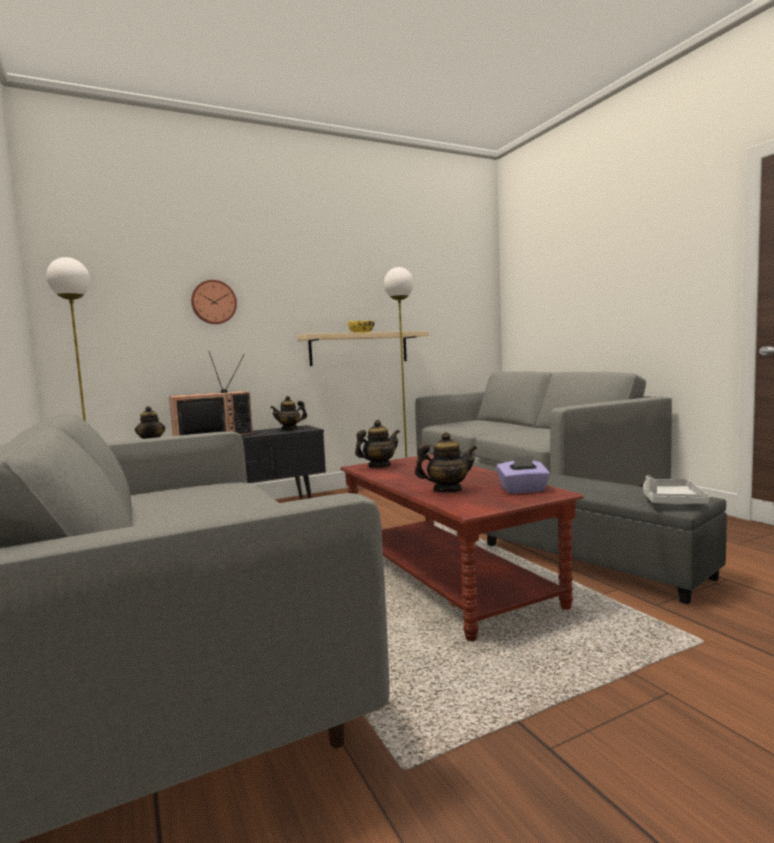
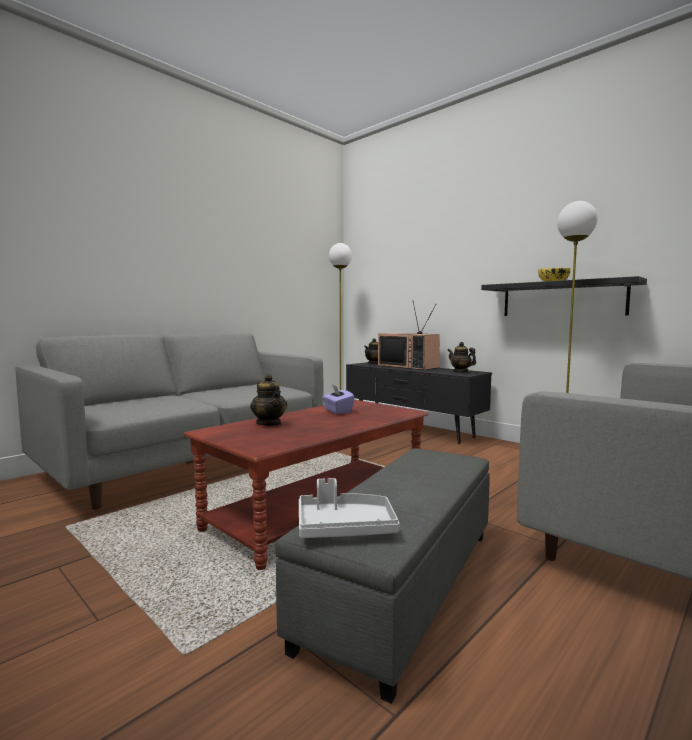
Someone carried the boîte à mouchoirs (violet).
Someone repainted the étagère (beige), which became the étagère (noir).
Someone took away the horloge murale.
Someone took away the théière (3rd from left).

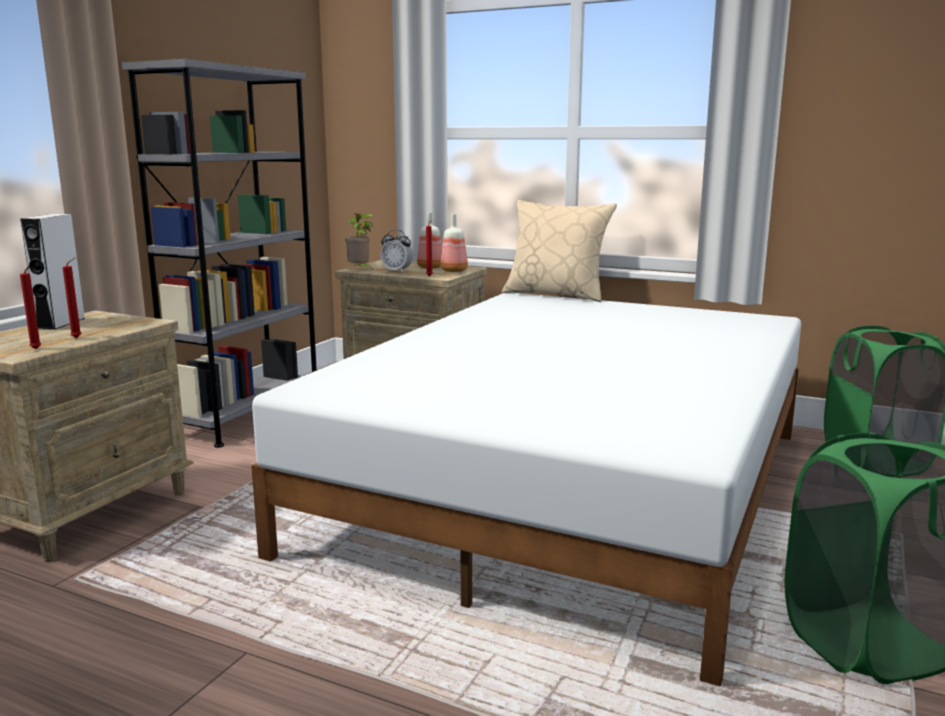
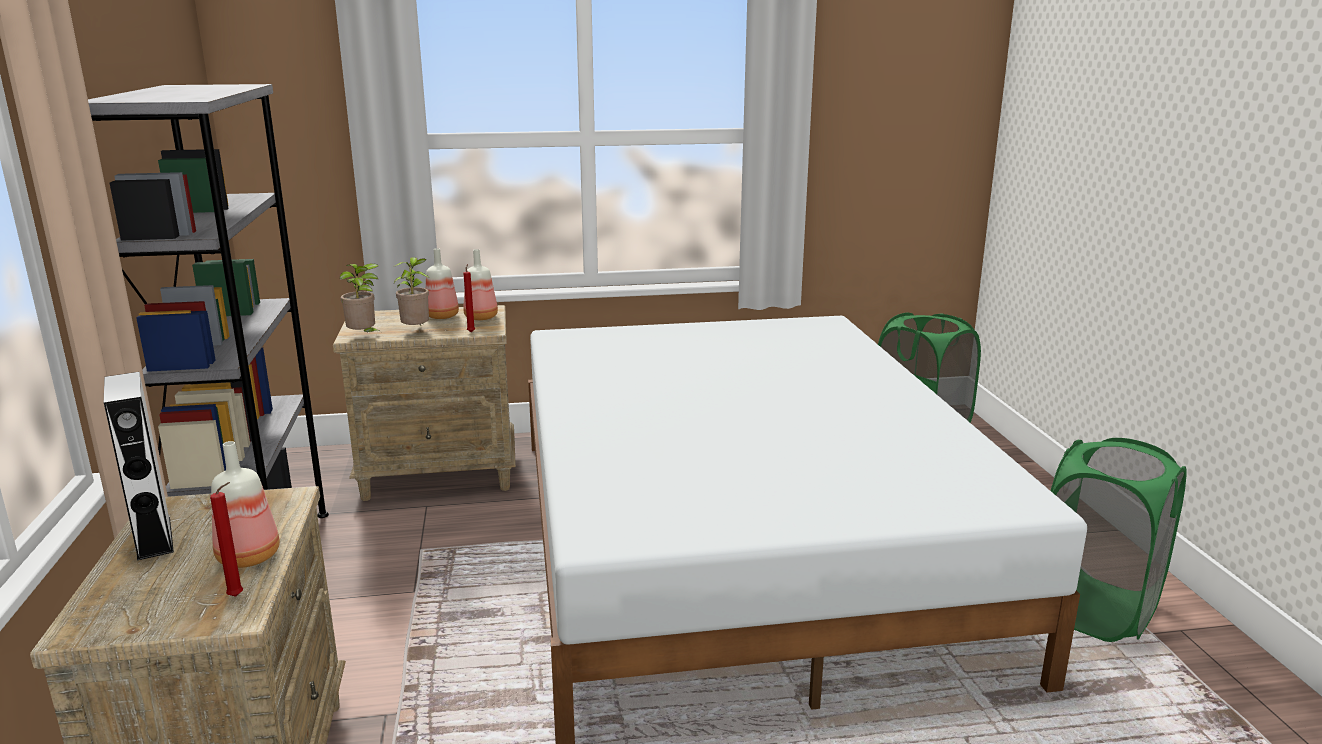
Someone swapped the bougie (rouge) (2nd from left) for the bouteille (1st from left).
Someone swapped the réveil for the plante en pot (2nd from left).
Someone took away the coussin (beige).

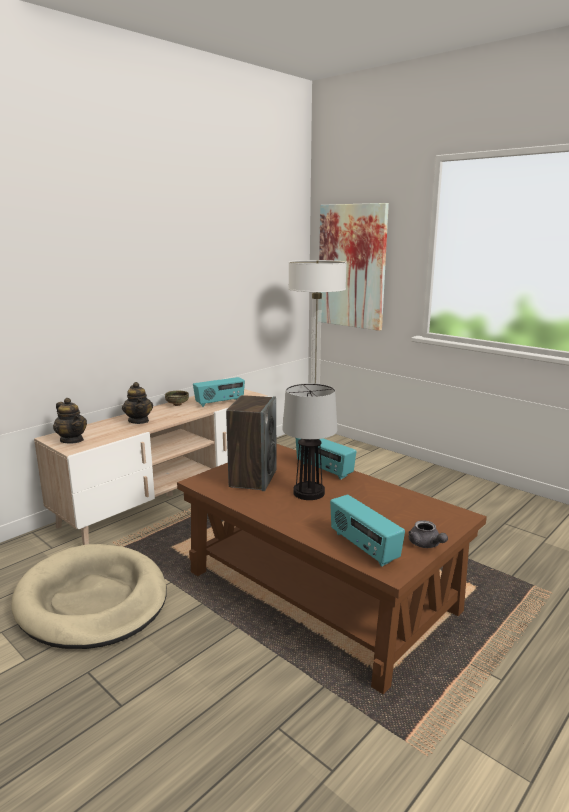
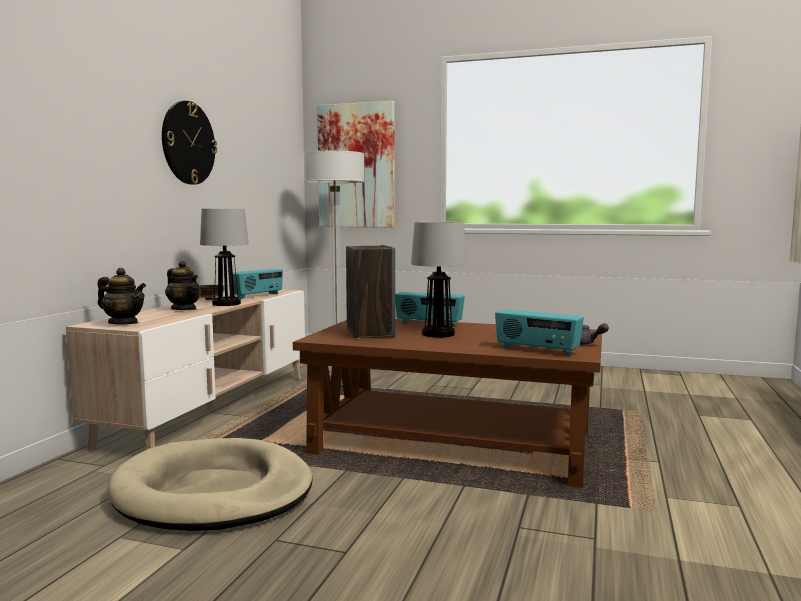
Someone put up the horloge murale.
Someone put down the lampe de table (1st from left).

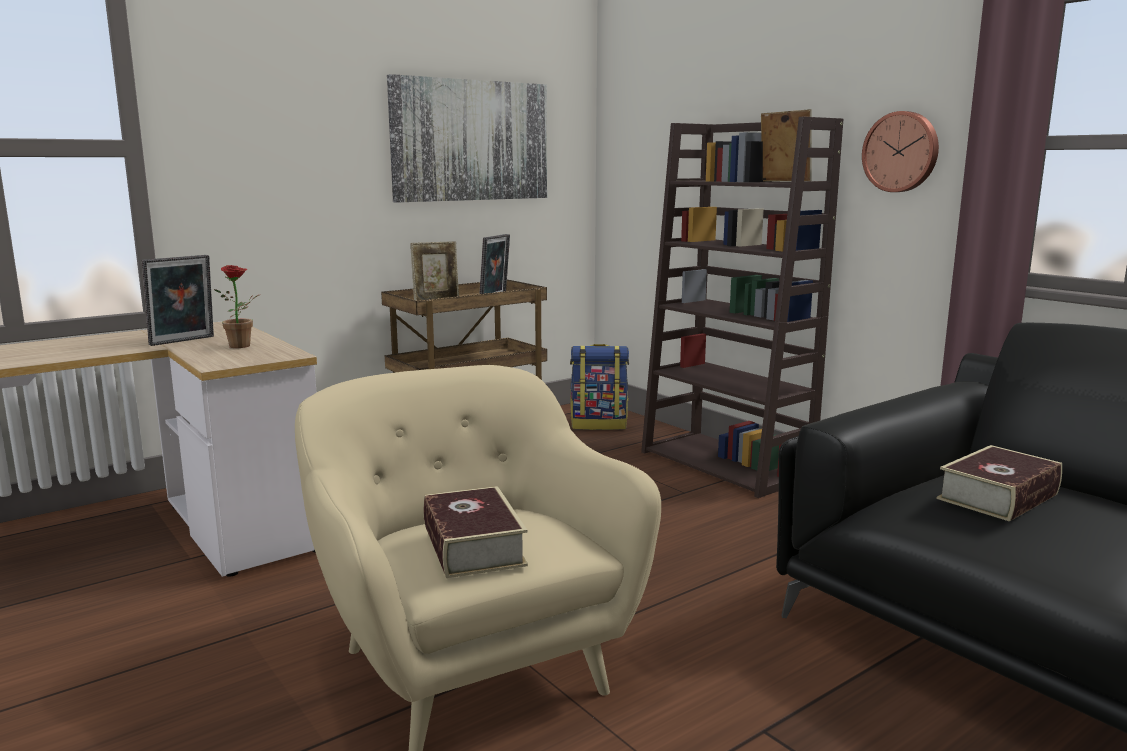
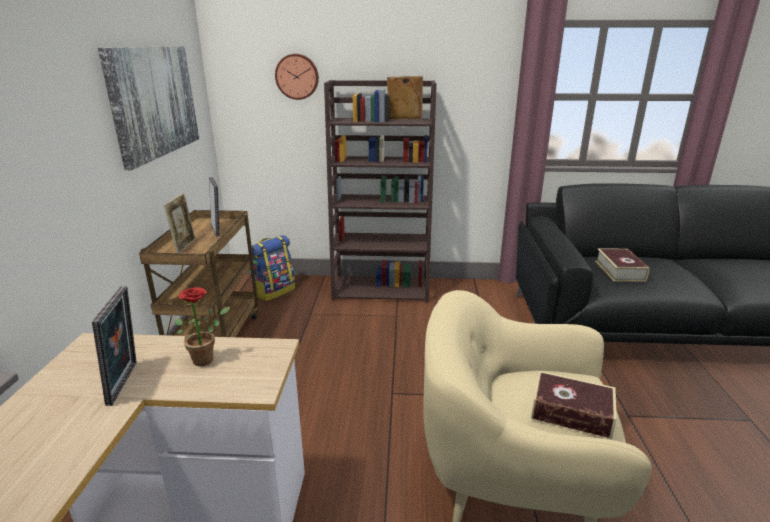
Someone carried the horloge murale.

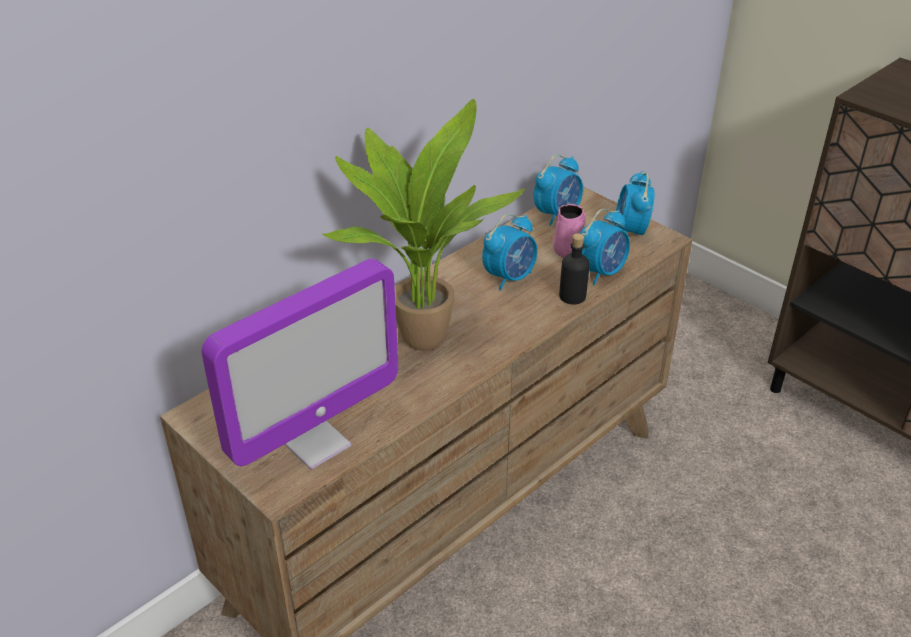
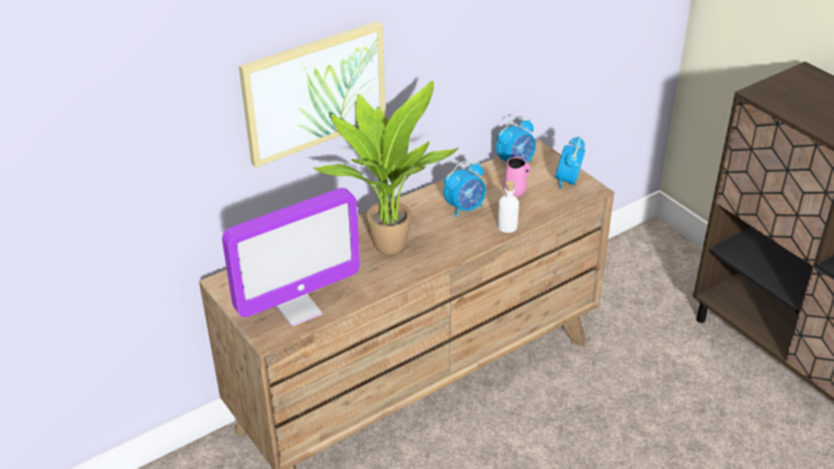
Someone put up the tableau.
Someone repainted the bouteille (noir), which became the bouteille (blanc).
Someone took away the réveil (3rd from left).

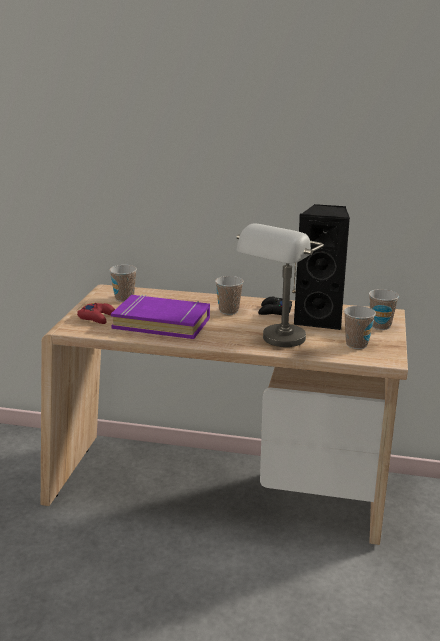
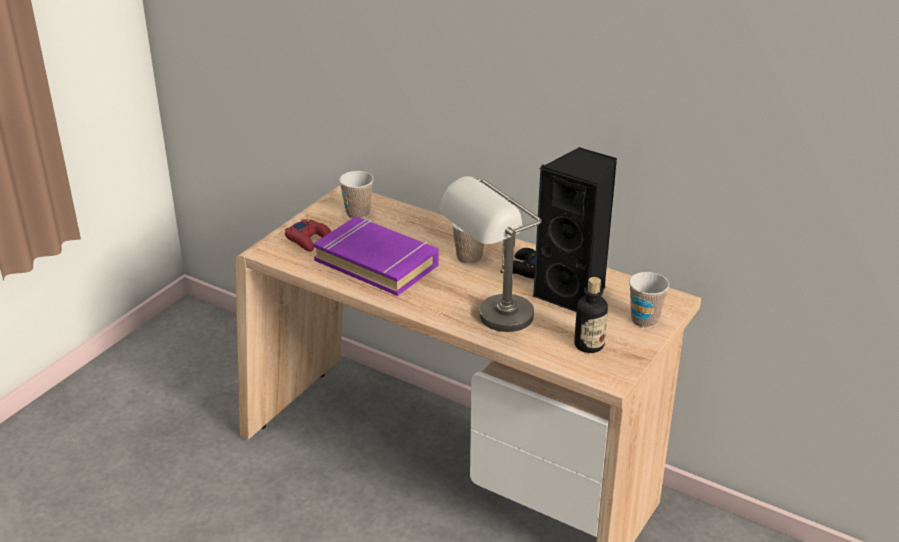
Someone swapped the tasse (3rd from left) for the bouteille.

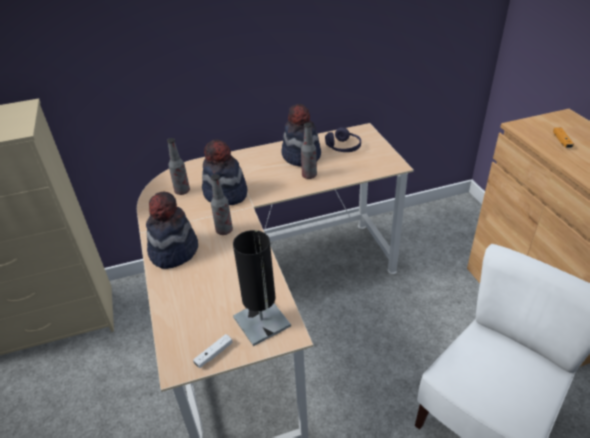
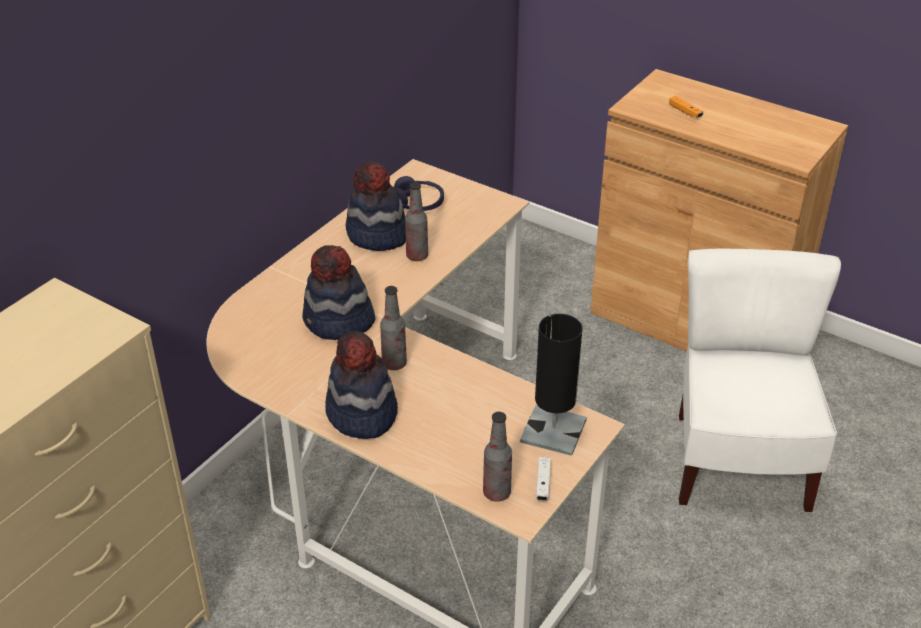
Someone carried the bouteille (1st from left in the first image).

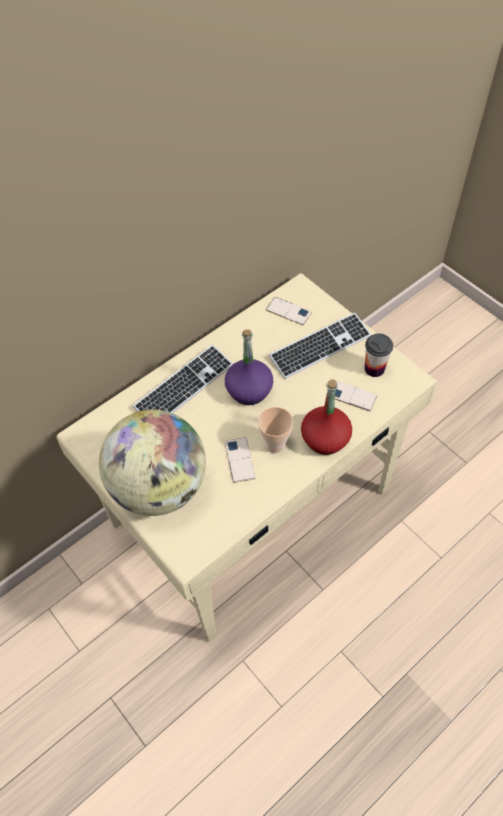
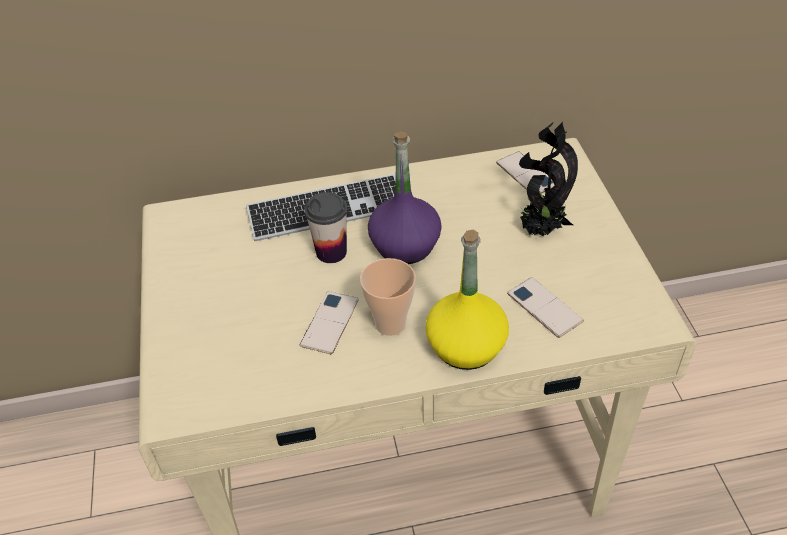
Someone carried the tasse (2nd from left in the first image).
Someone repainted the bouteille (rouge), which became the bouteille (jaune).
Someone swapped the clavier (2nd from left) for the plante en pot.
Someone took away the globe.

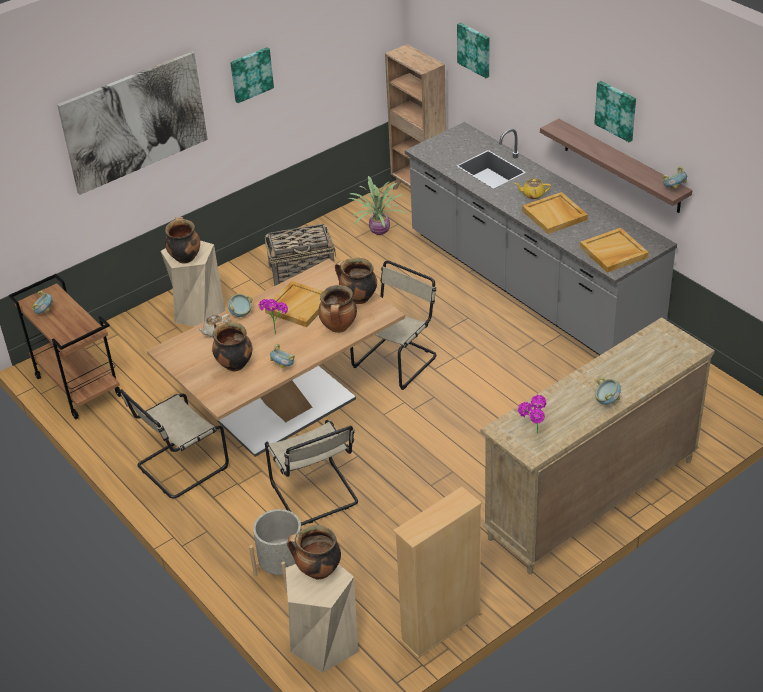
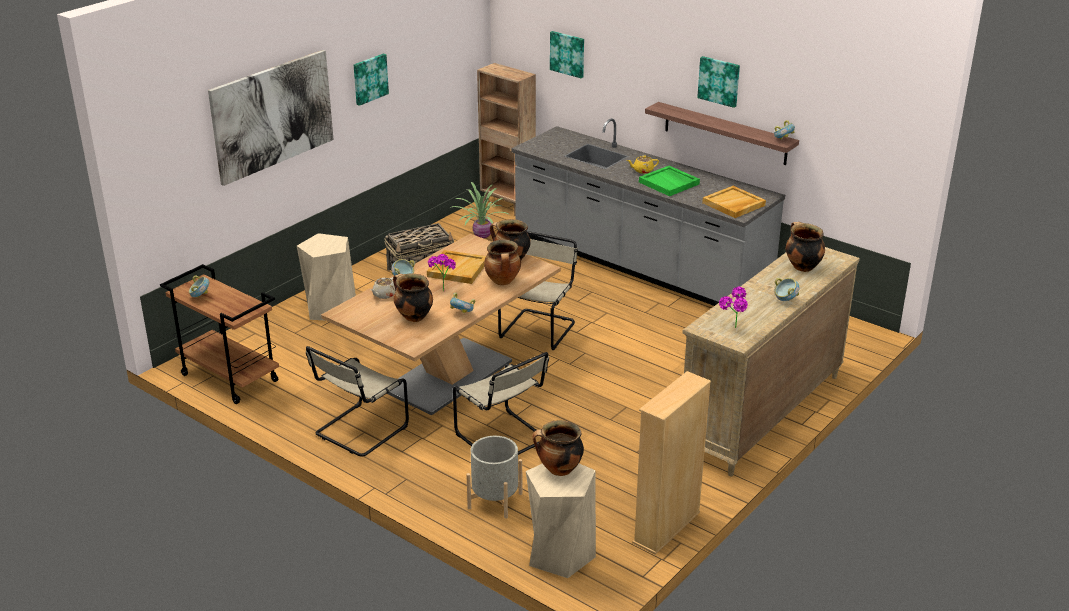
Someone repainted the plateau (beige) (2nd from left), which became the plateau (vert).
Someone carried the marmite (1st from left in the first image).

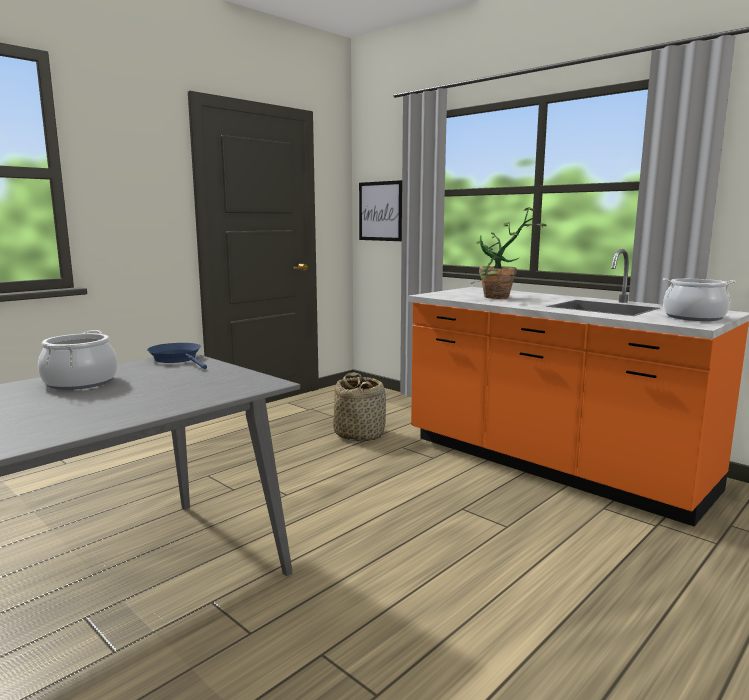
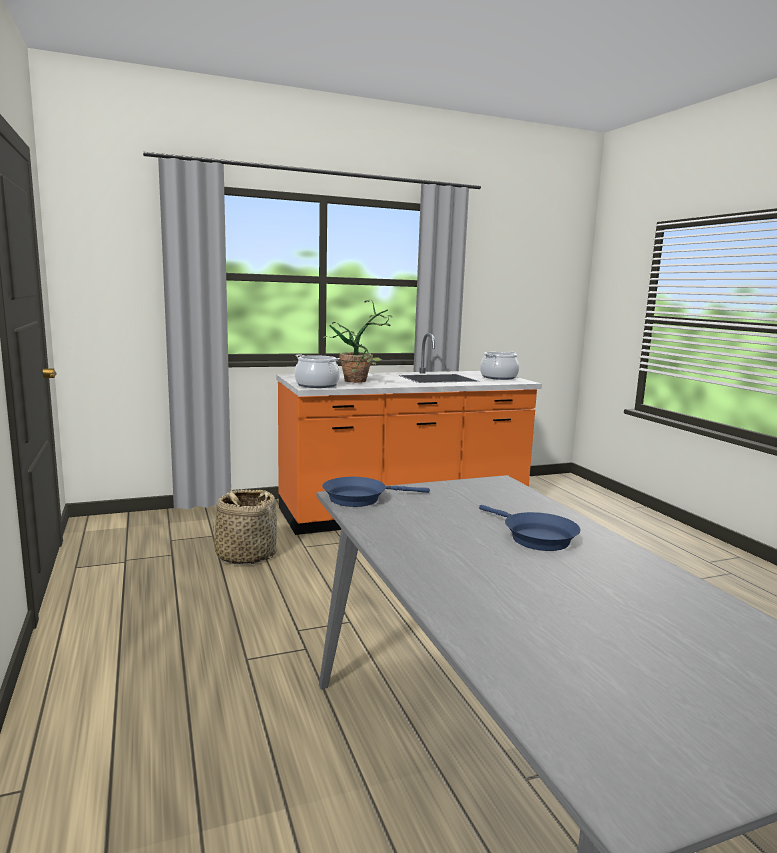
Someone carried the marmite (1st from left).
Someone put down the poêle (bleu) (2nd from left).
Someone took away the tableau.

